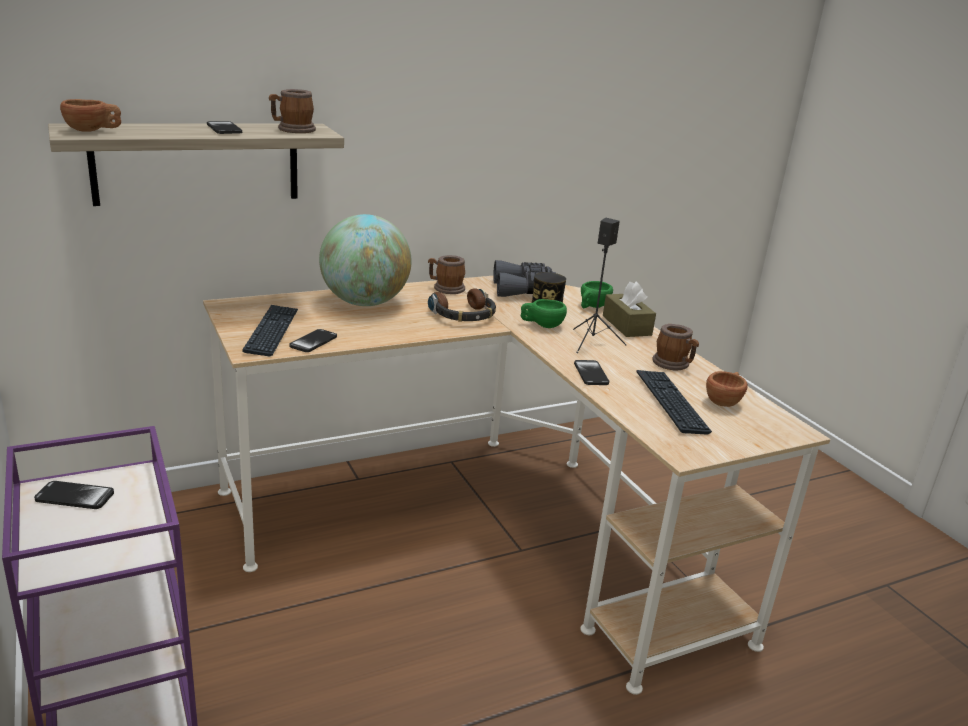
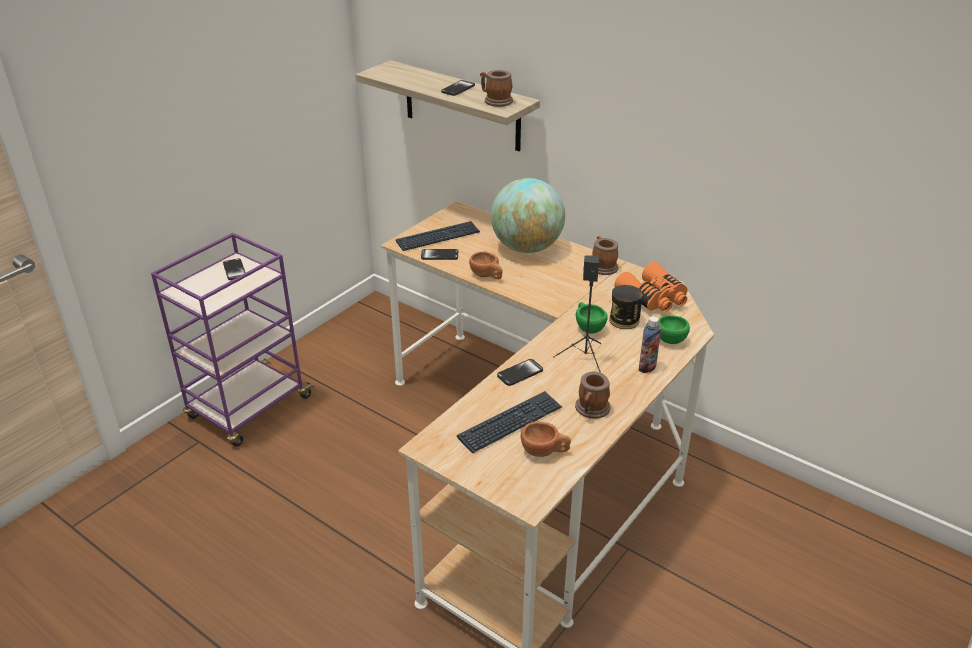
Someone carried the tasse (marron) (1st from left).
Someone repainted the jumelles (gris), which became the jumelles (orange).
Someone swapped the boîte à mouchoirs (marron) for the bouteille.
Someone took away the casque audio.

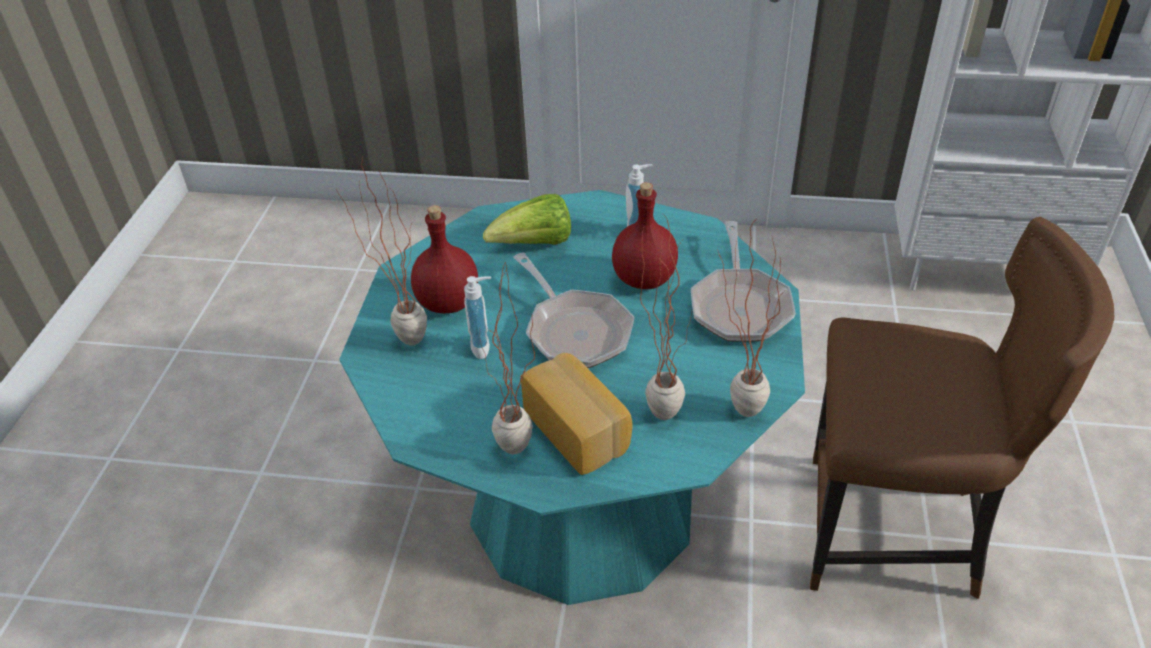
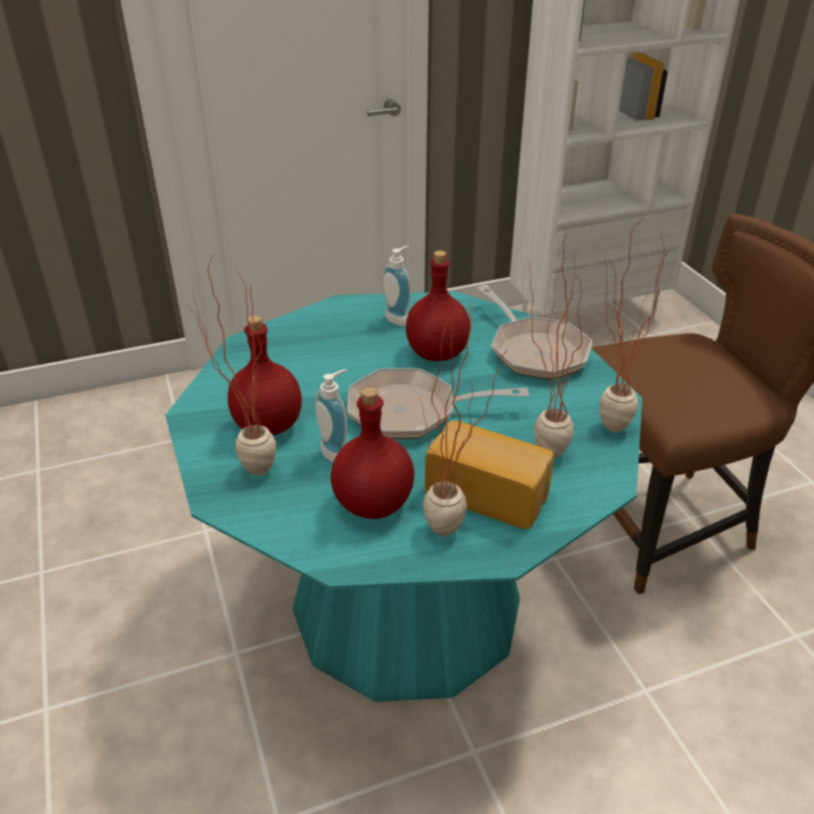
Someone put down the bouteille (rouge) (2nd from left).
Someone rotated the poêle (1st from left) by 150 degrees clockwise.
Someone took away the laitue.

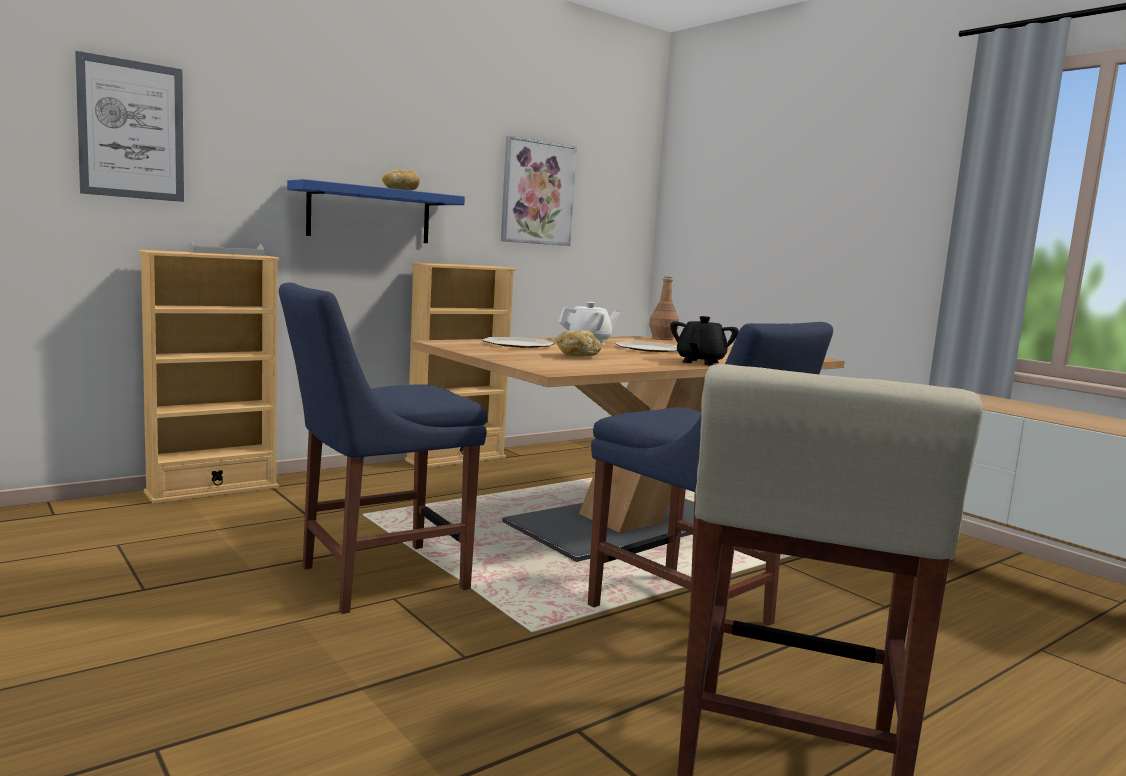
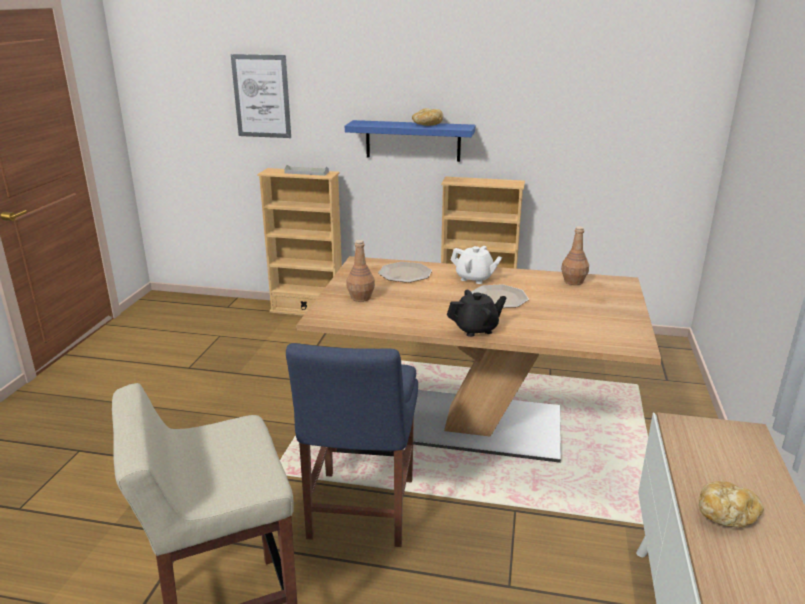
Someone put down the bouteille (marron) (1st from left).
Someone carried the pain (2nd from left).
Someone took away the chaise (bleu) (1st from left).
Someone took away the tableau (2nd from left).

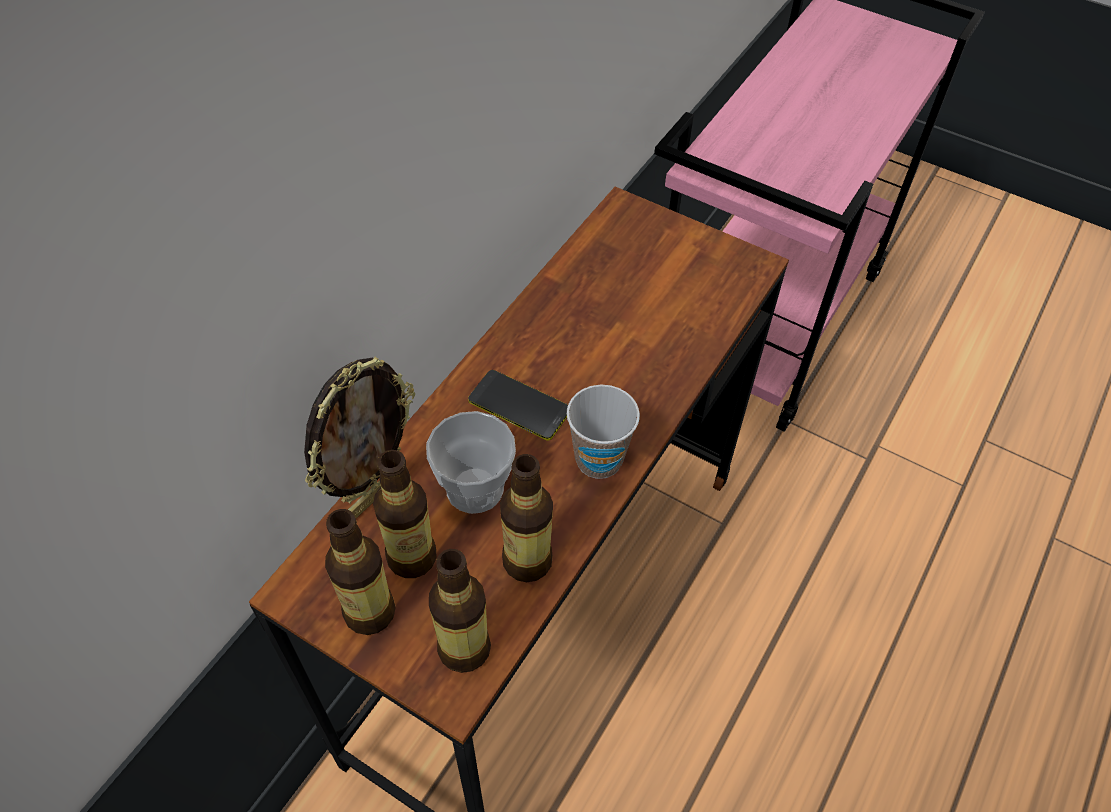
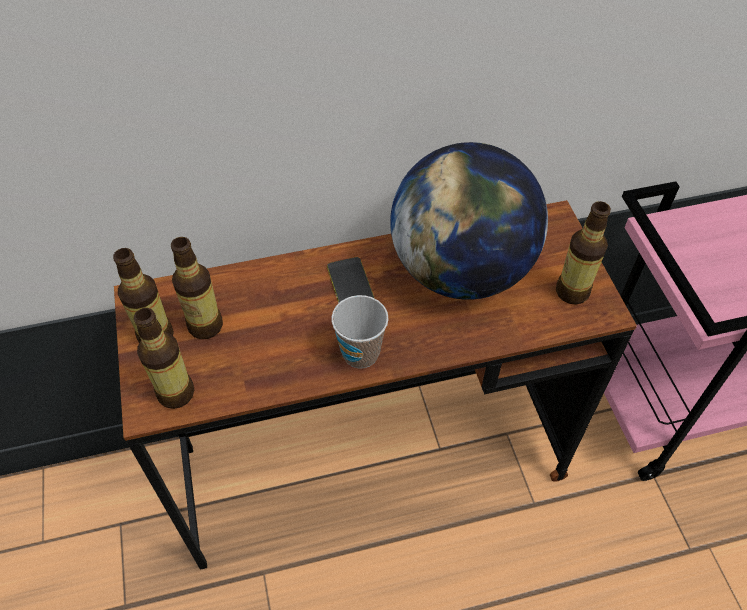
Someone put down the globe.
Someone carried the bouteille (4th from left).
Someone took away the cadre photo.
Someone took away the tasse (1st from left).

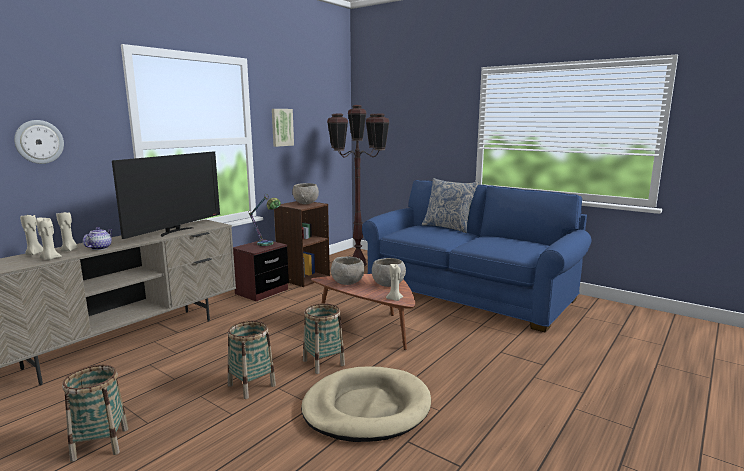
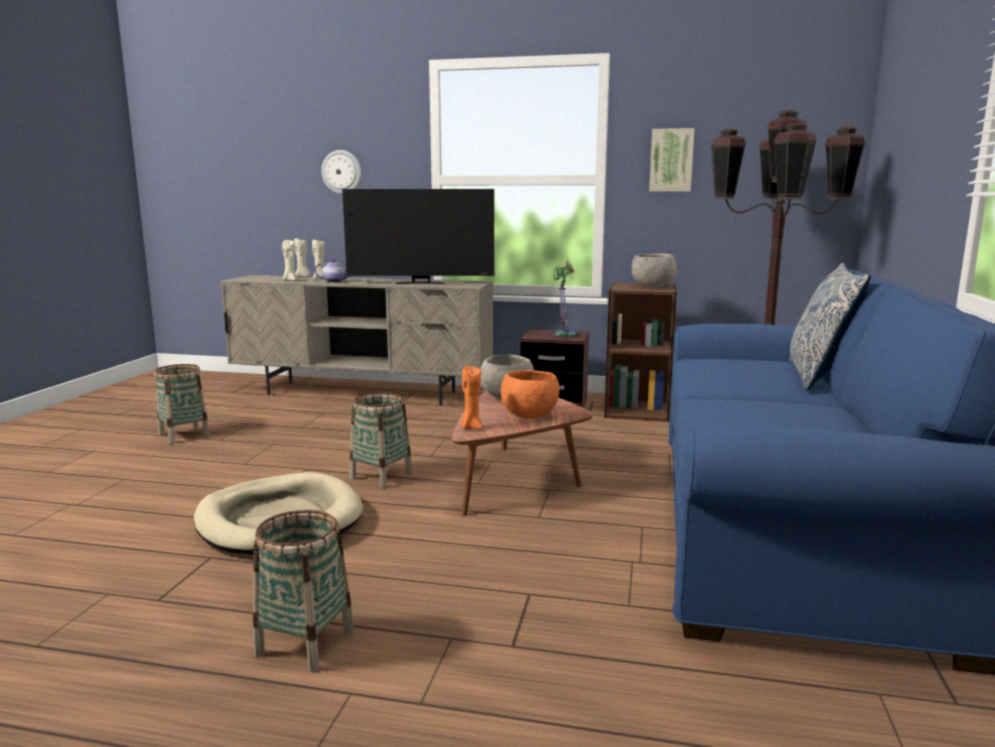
Someone carried the panier (2nd from left).
Someone repainted the bougie (beige) (4th from left), which became the bougie (orange).
Someone repainted the bol (gris) (3rd from left), which became the bol (orange).

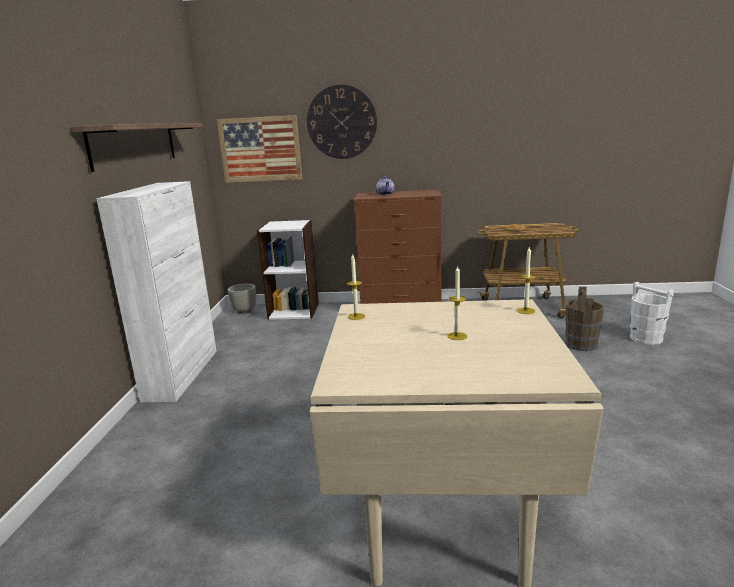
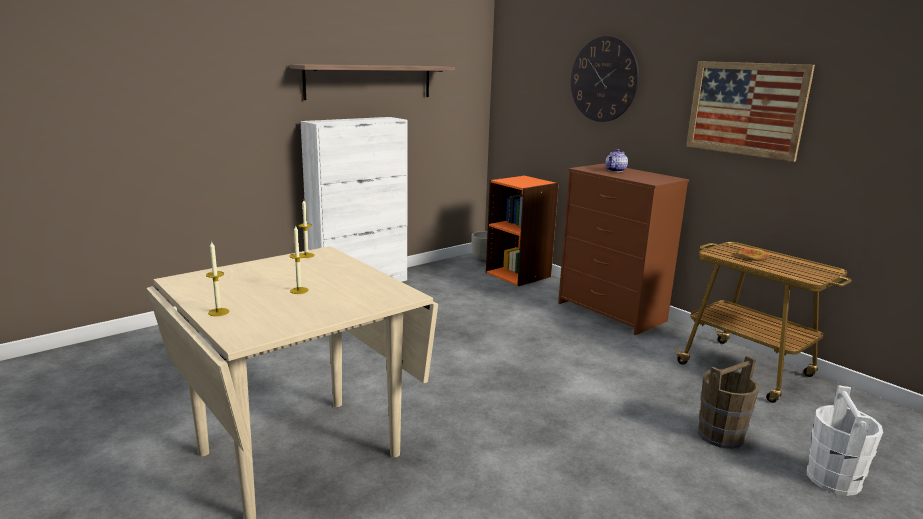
Someone carried the bougie (3rd from left in the first image).
Someone repainted the bibliothèque (blanc), which became the bibliothèque (orange).
Someone carried the tableau.

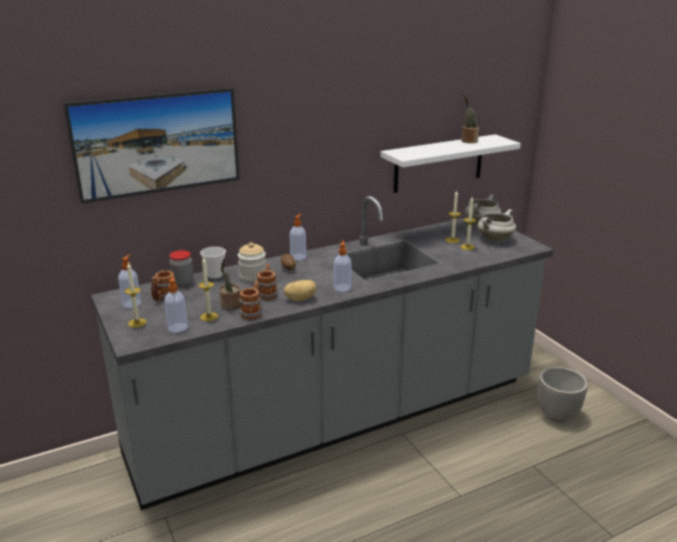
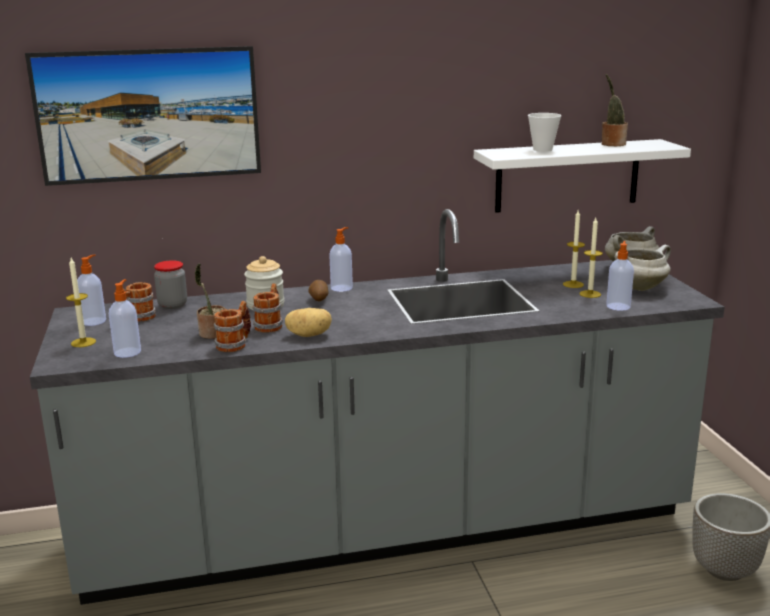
Someone carried the tasse.
Someone carried the distributeur de savon (4th from left).
Someone took away the bougie (2nd from left).

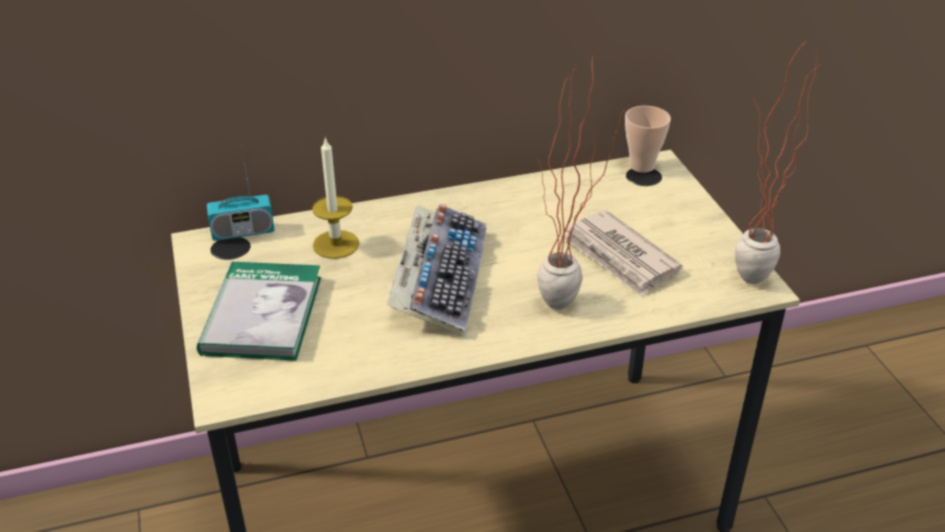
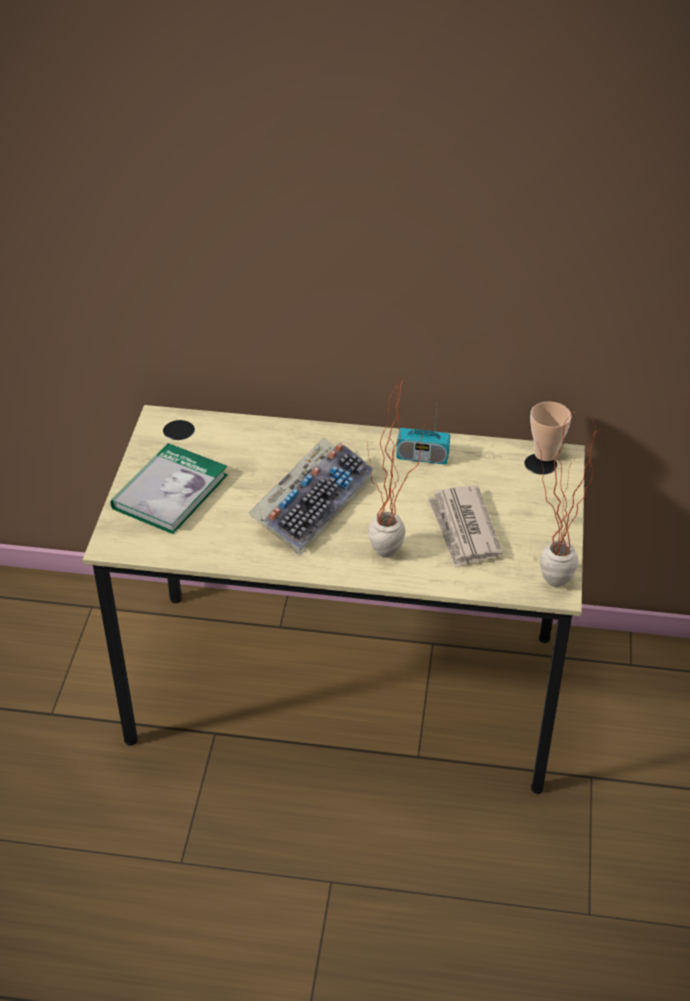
Someone carried the radio.
Someone took away the bougie.

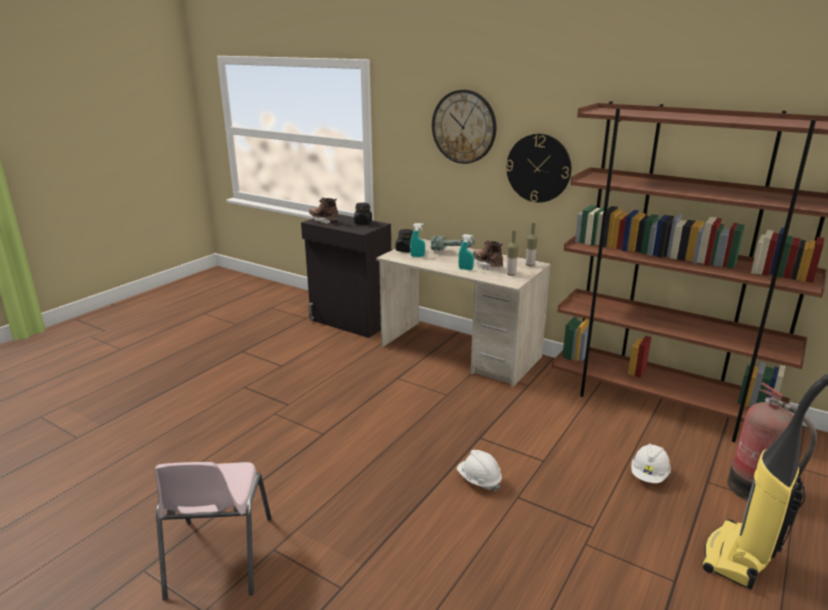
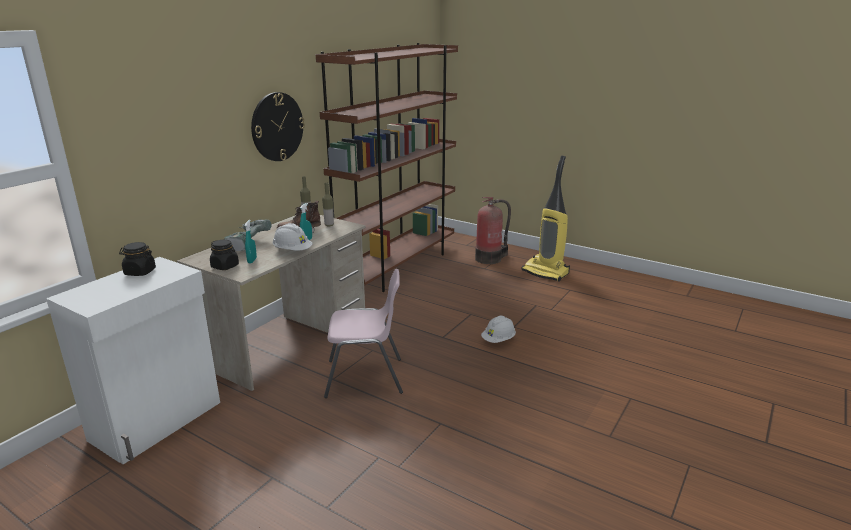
Someone repainted the meuble de rangement (noir), which became the meuble de rangement (blanc).
Someone carried the casque de chantier (blanc) (2nd from left in the first image).
Someone carried the chaise (rose).
Someone took away the botte (marron) (1st from left).
Someone took away the horloge murale (1st from left).

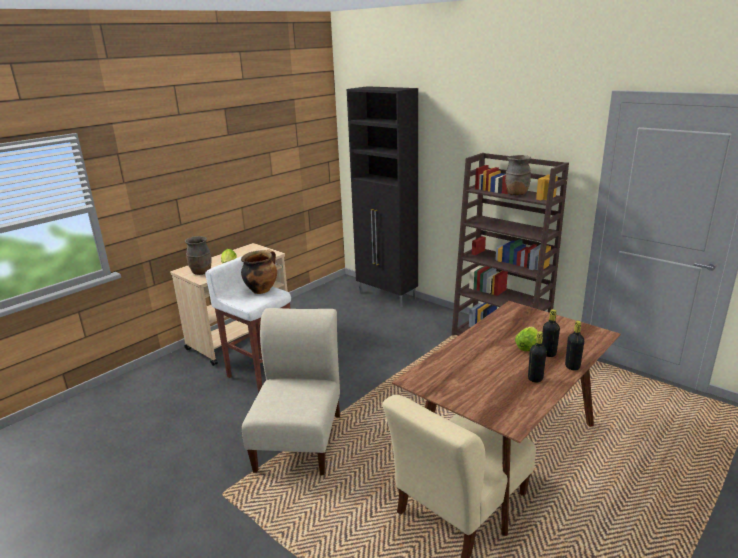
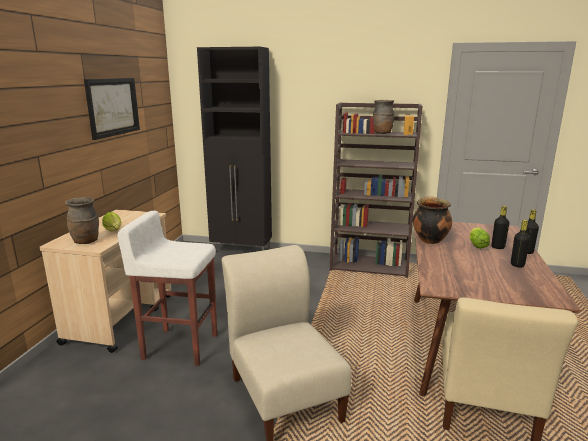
Someone put up the tableau.
Someone carried the marmite.

